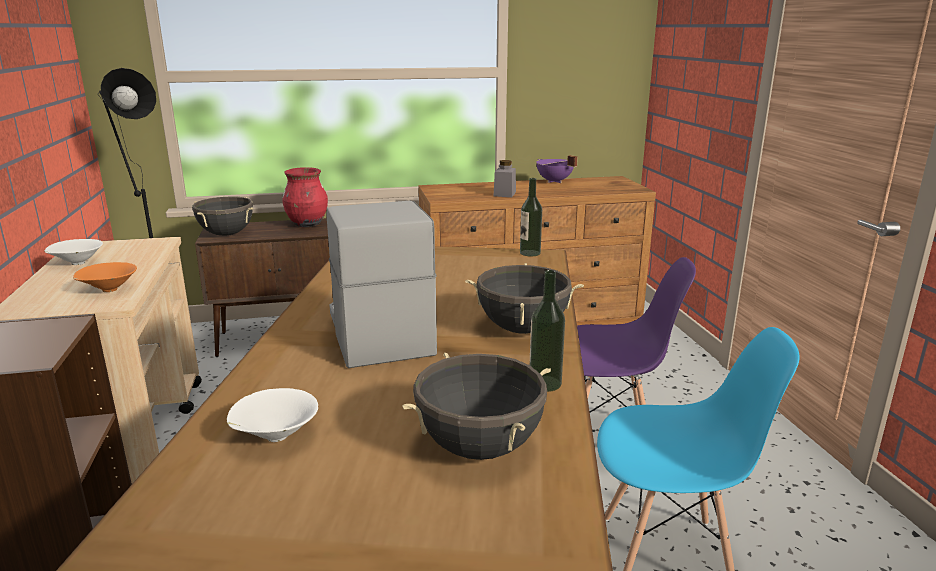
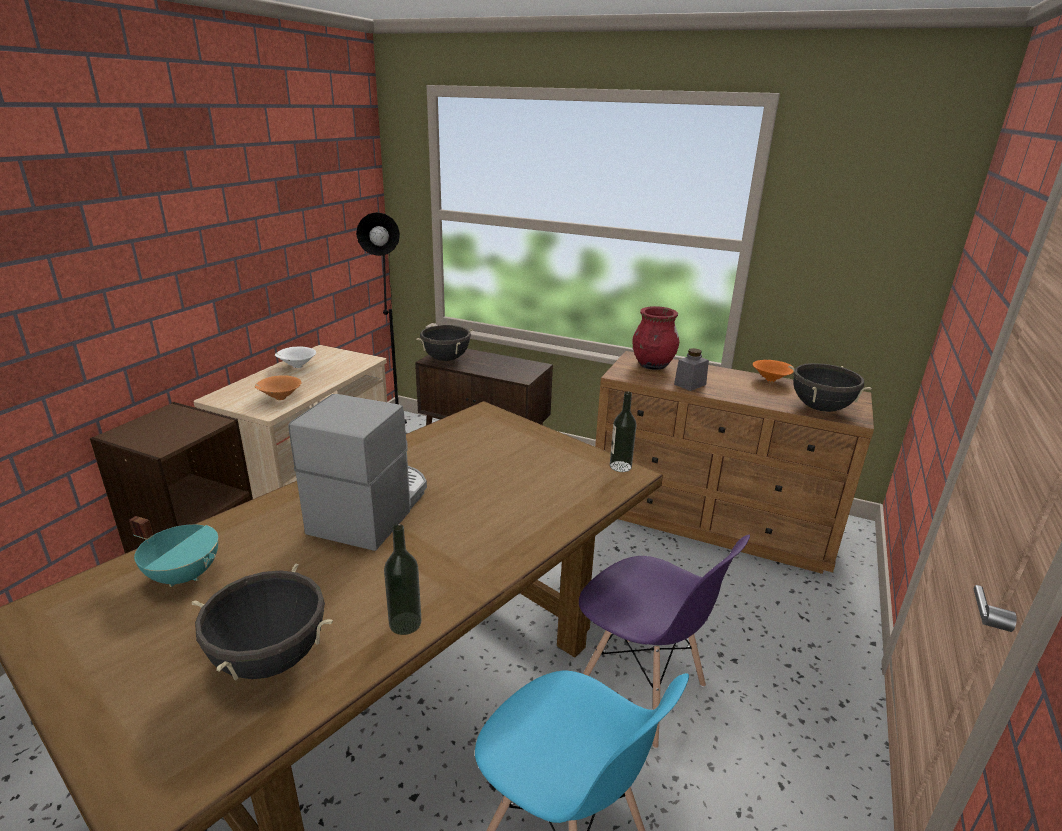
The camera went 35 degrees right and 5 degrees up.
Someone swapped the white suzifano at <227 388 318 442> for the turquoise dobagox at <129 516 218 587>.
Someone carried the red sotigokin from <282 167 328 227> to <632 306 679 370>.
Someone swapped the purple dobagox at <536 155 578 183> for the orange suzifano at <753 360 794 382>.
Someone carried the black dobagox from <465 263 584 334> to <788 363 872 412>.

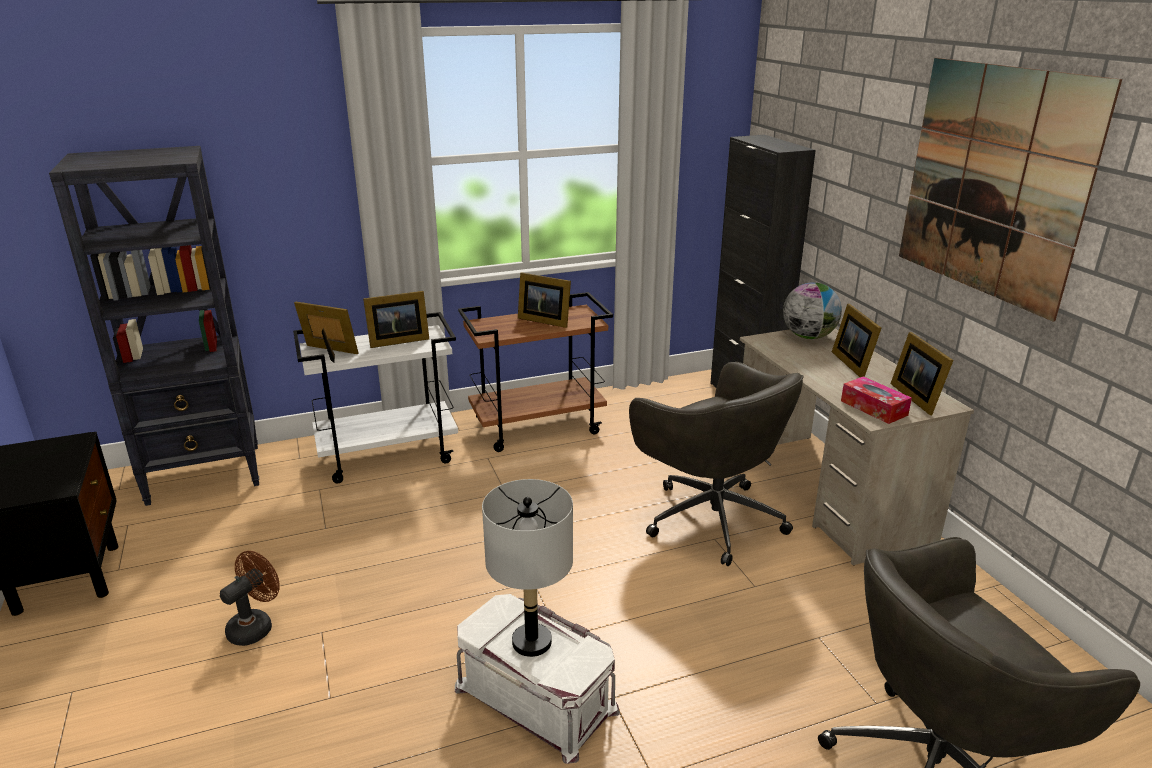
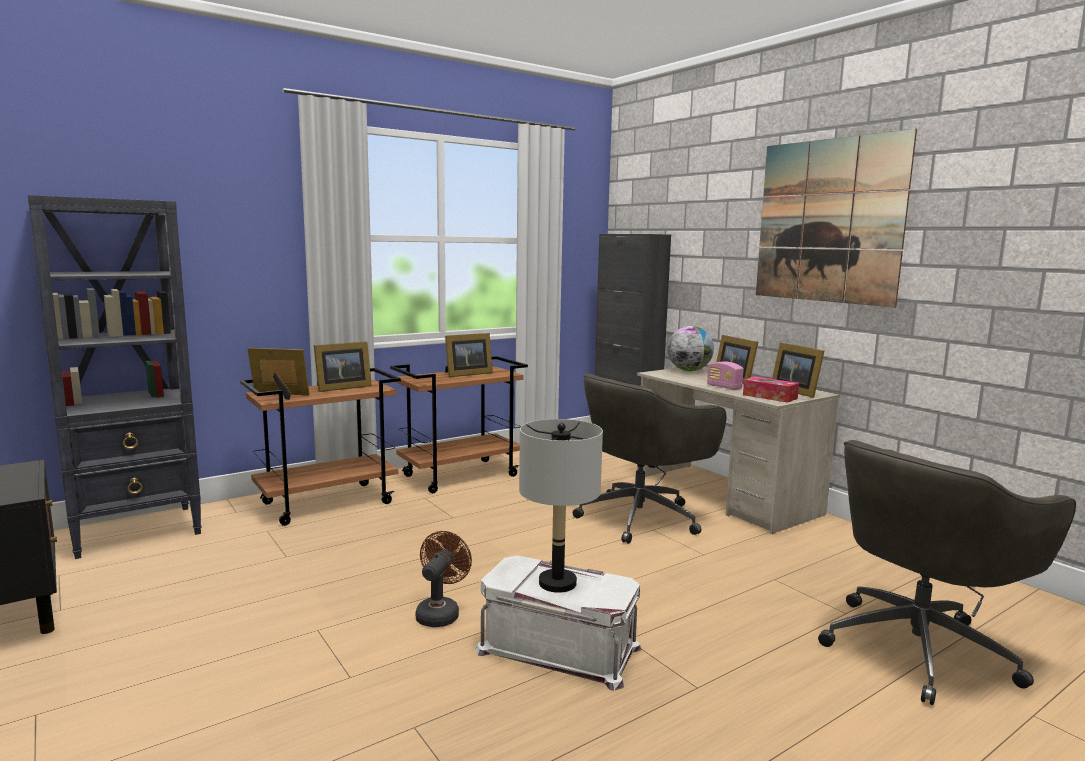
The camera went 15 degrees left and 15 degrees down.
Someone repainted the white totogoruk at <293 312 458 484>, which became the brown totogoruk at <240 368 401 526>.
Someone carried the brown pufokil from <220 551 280 646> to <416 531 472 627>.
Someone rotated the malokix at <518 272 571 328> by 45 degrees counterclockwise.
Someone rotated the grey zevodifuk at <629 362 803 566> by 105 degrees clockwise.
Someone put down the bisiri at <707 361 744 390>.

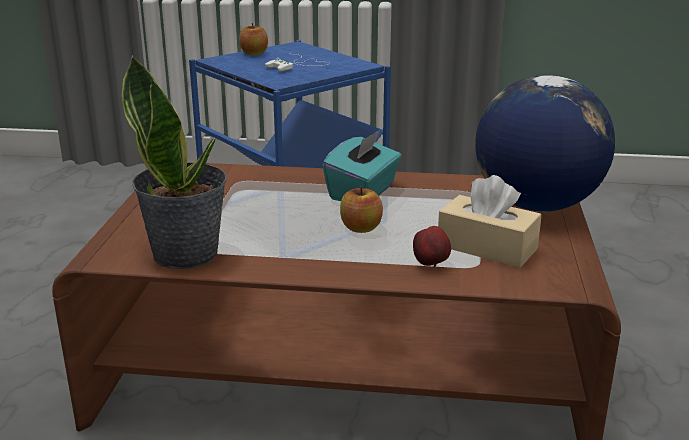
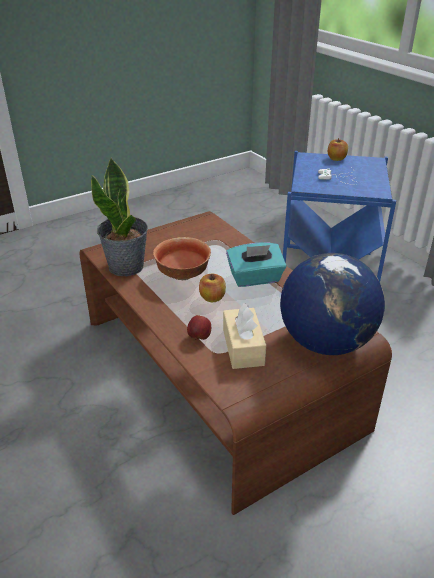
The camera went 50 degrees right and 10 degrees up.
Someone put down the suzifano at <153 237 211 280>.

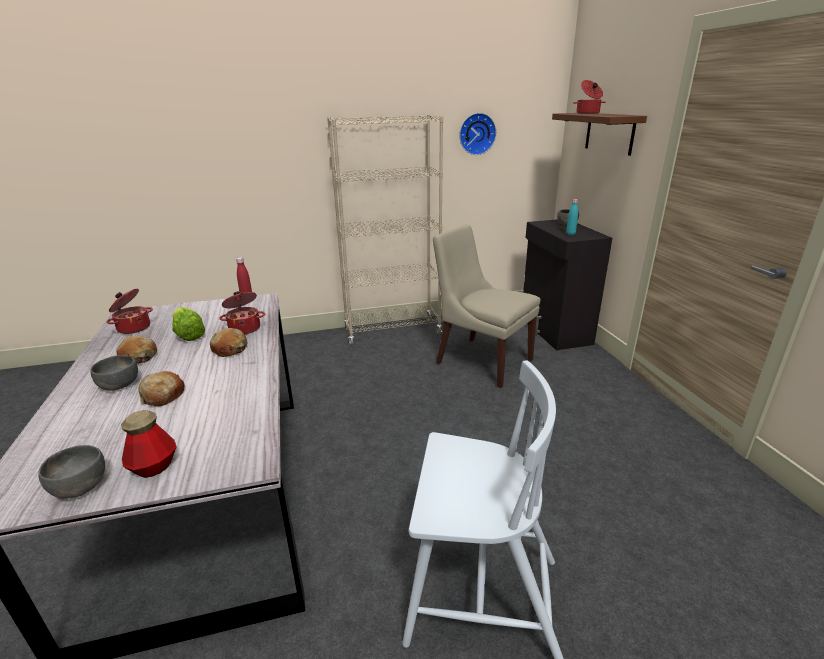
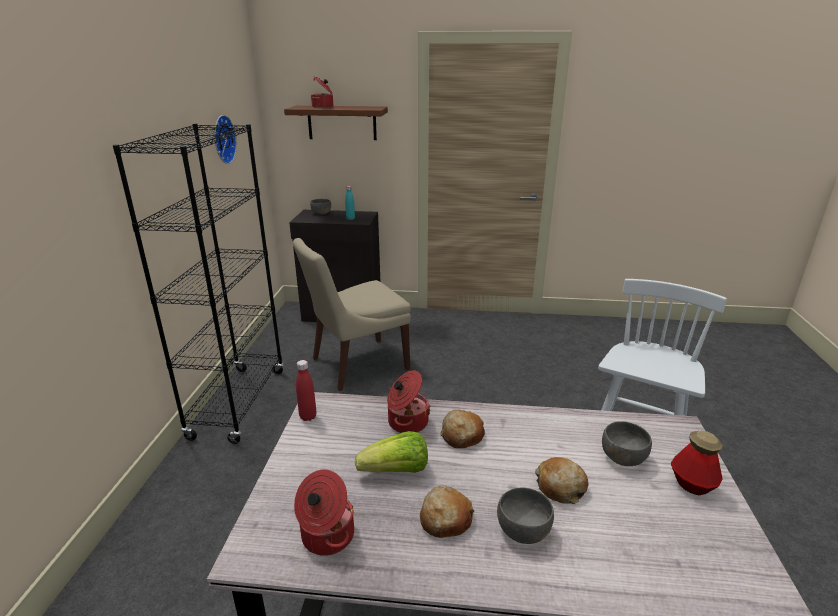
The camera went 70 degrees left and 0 degrees up.
Someone repainted the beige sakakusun at <327 115 443 345>, which became the black sakakusun at <113 123 284 444>.
Someone carried the grey suzifano from <38 445 105 499> to <602 421 652 466>.

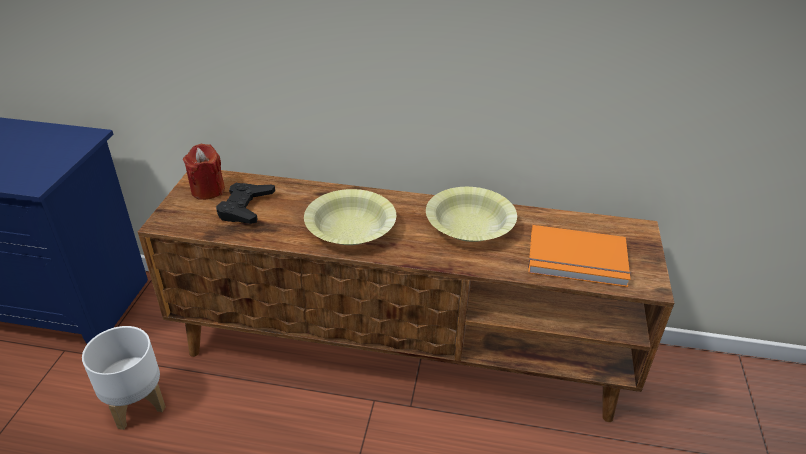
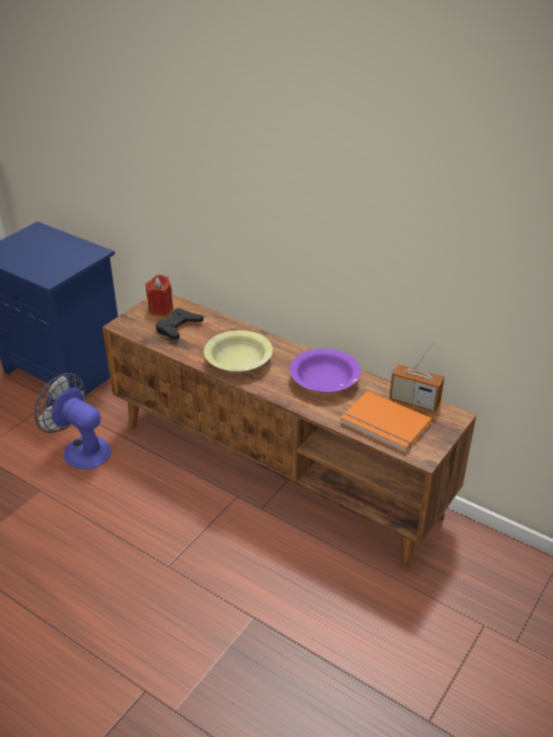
The camera went 25 degrees right and 0 degrees up.
Someone swapped the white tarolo at <82 326 166 430> for the pufokil at <35 373 112 469>.
Someone repainted the yellow suzifano at <426 187 517 242>, which became the purple suzifano at <290 349 361 393>.
Someone put down the bisiri at <389 341 444 412>.

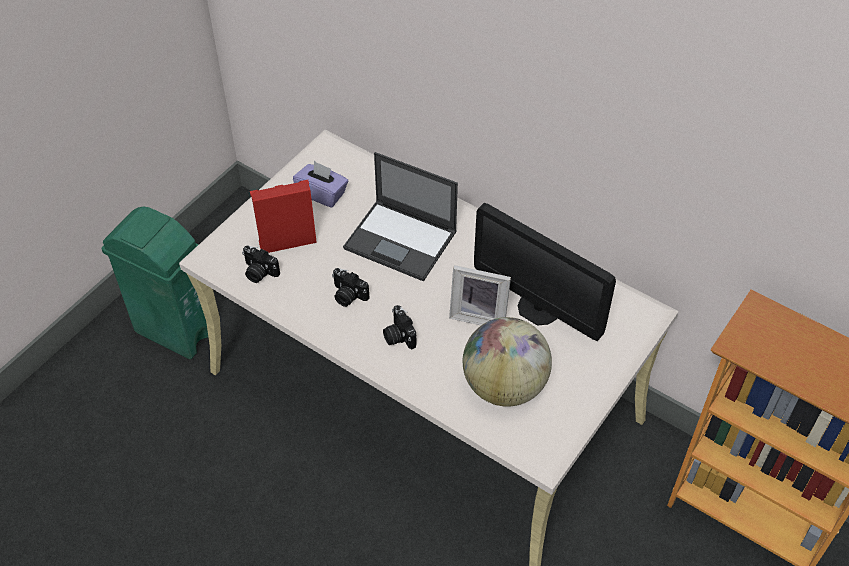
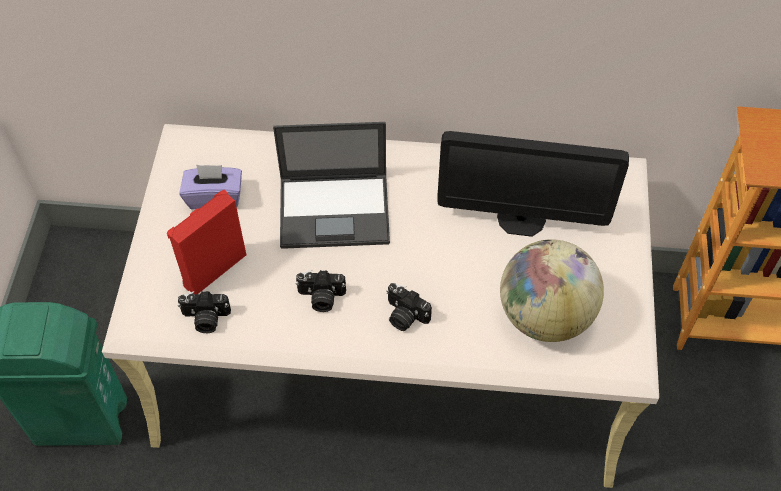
The camera went 30 degrees left and 5 degrees up.
Someone took away the malokix at <449 265 511 325>.

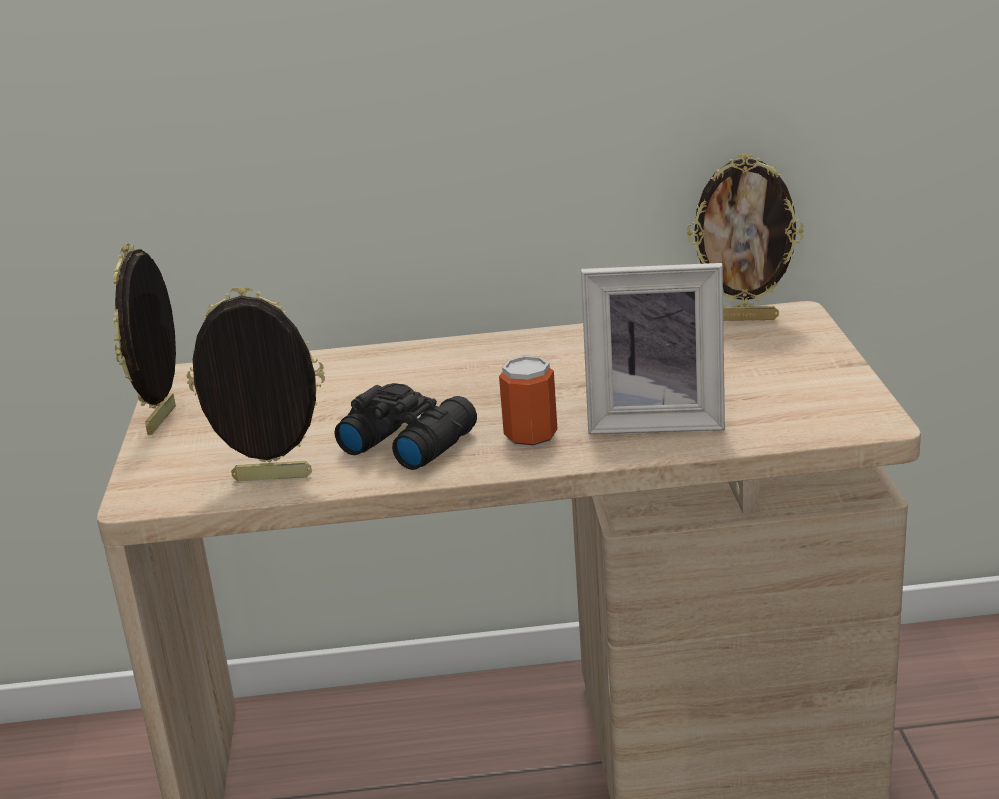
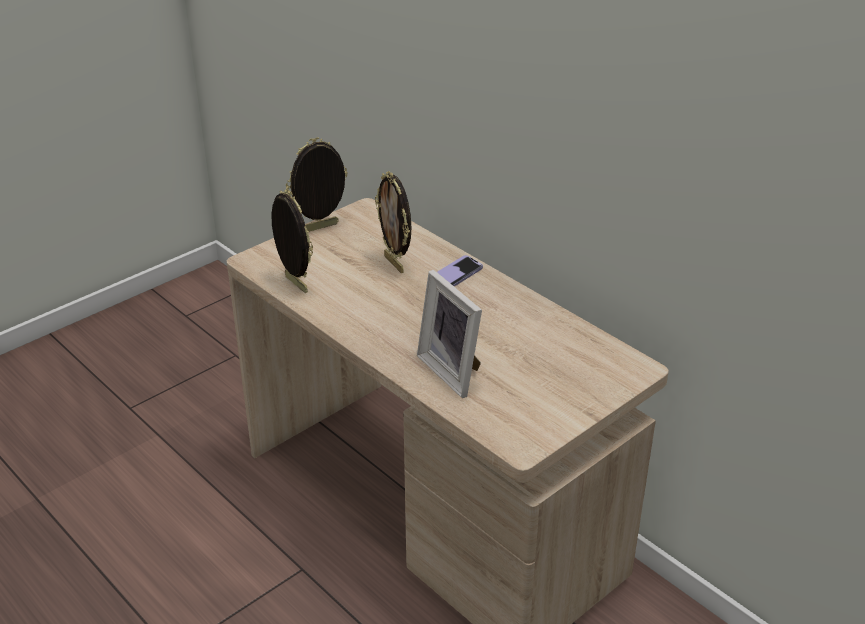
The camera went 50 degrees right and 10 degrees up.
Someone carried the malokix from <687 153 804 321> to <375 171 411 273>.
Someone put down the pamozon at <437 255 483 287>.
Someone took away the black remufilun at <335 383 477 470>.
Someone took away the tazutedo at <499 355 557 448>.

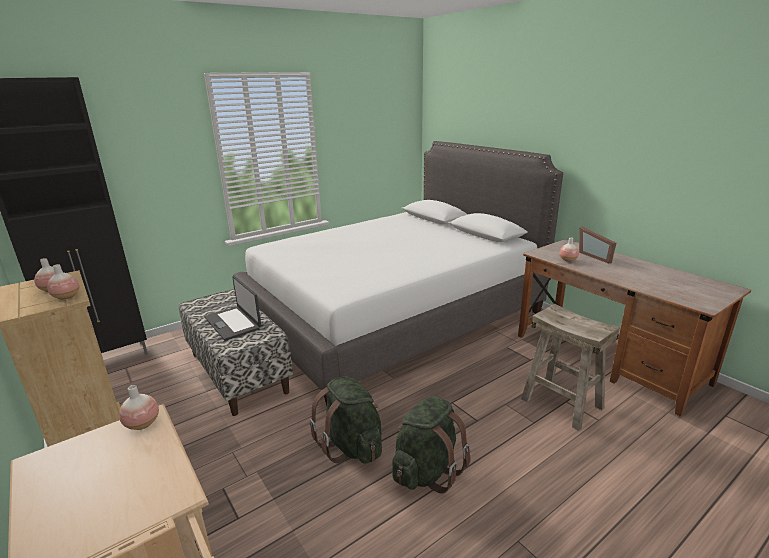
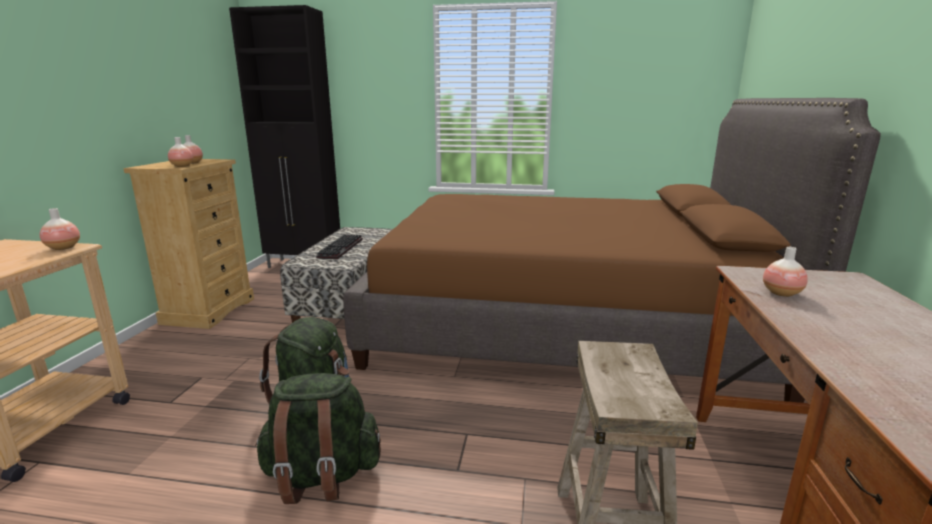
The camera went 45 degrees right and 5 degrees down.
Someone swapped the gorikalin at <205 276 261 341> for the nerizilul at <316 234 363 259>.
Someone repainted the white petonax at <233 141 563 406>, which became the brown petonax at <343 98 881 403>.
Someone took away the malokix at <579 227 616 264>.

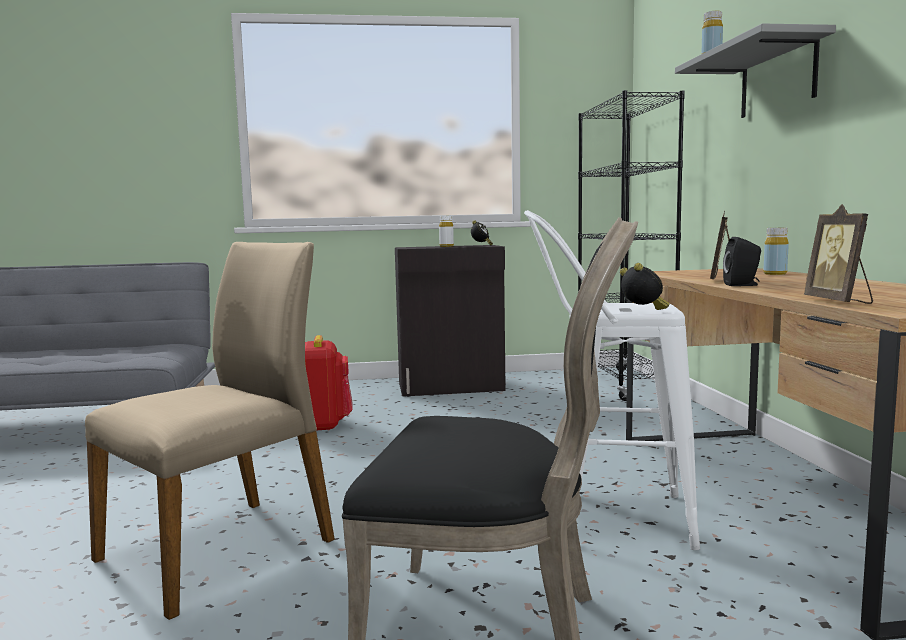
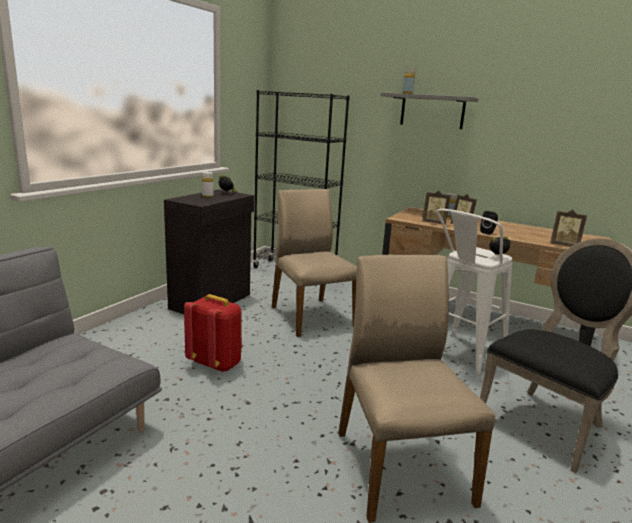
The camera went 55 degrees left and 10 degrees up.
Someone put down the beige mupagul at <272 189 357 337>.
Someone put down the malokix at <422 191 451 225>.

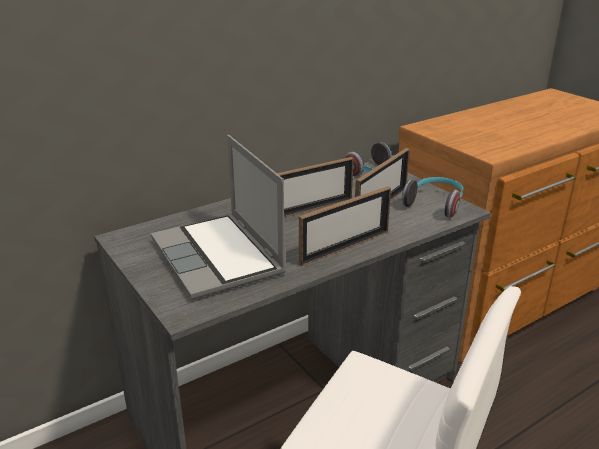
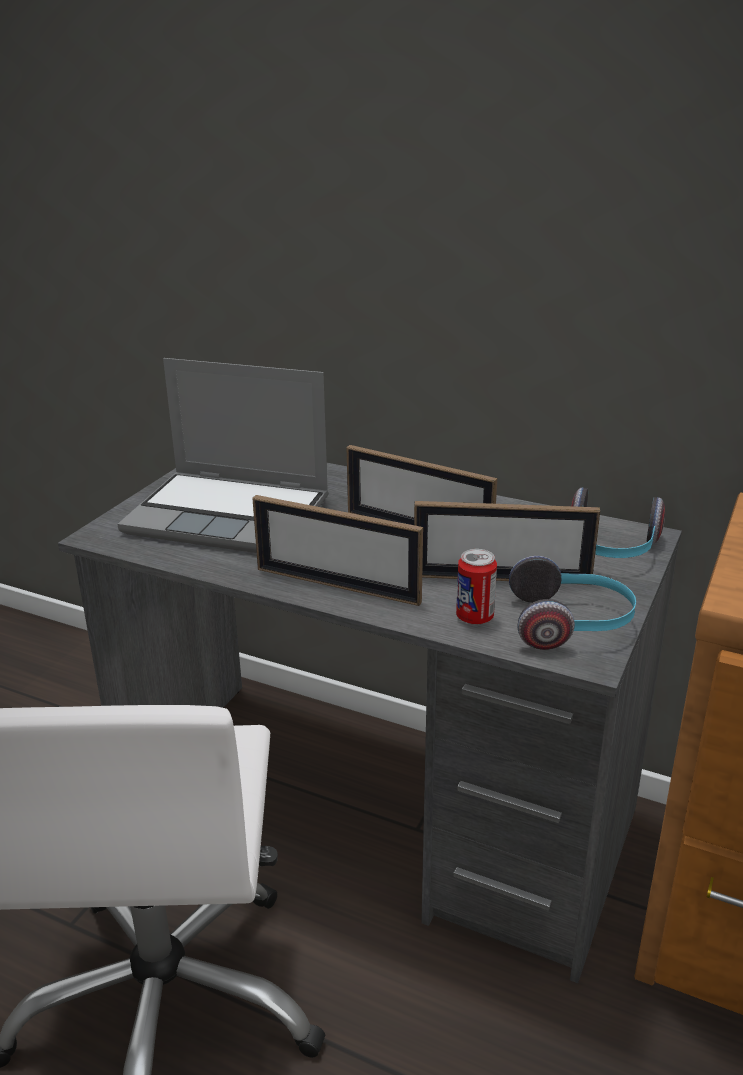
The camera went 60 degrees right and 0 degrees up.
Someone rotated the gorikalin at <151 135 286 299> by 105 degrees counterclockwise.
Someone put down the tazutedo at <456 549 497 625>.

